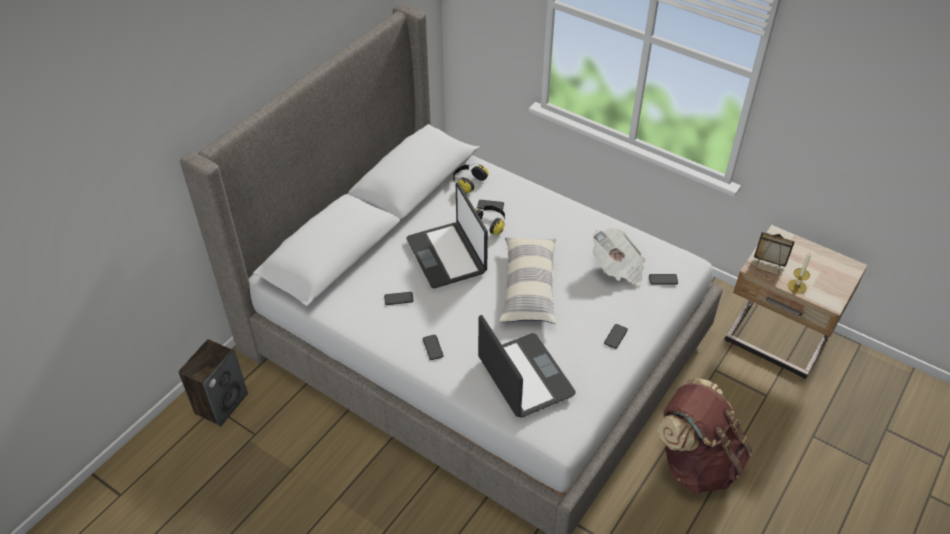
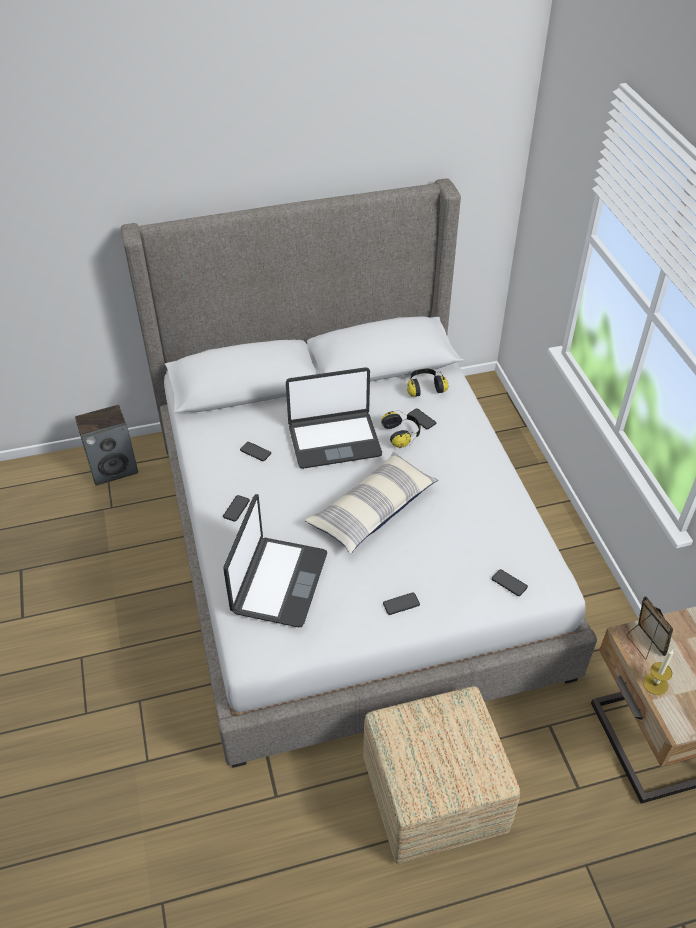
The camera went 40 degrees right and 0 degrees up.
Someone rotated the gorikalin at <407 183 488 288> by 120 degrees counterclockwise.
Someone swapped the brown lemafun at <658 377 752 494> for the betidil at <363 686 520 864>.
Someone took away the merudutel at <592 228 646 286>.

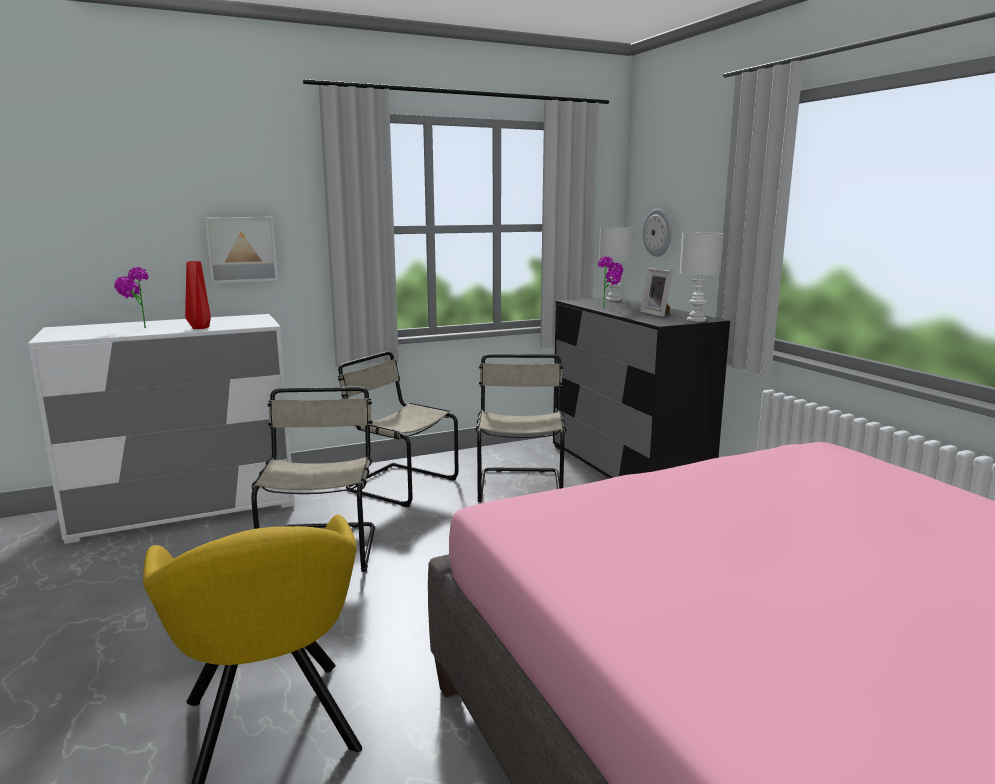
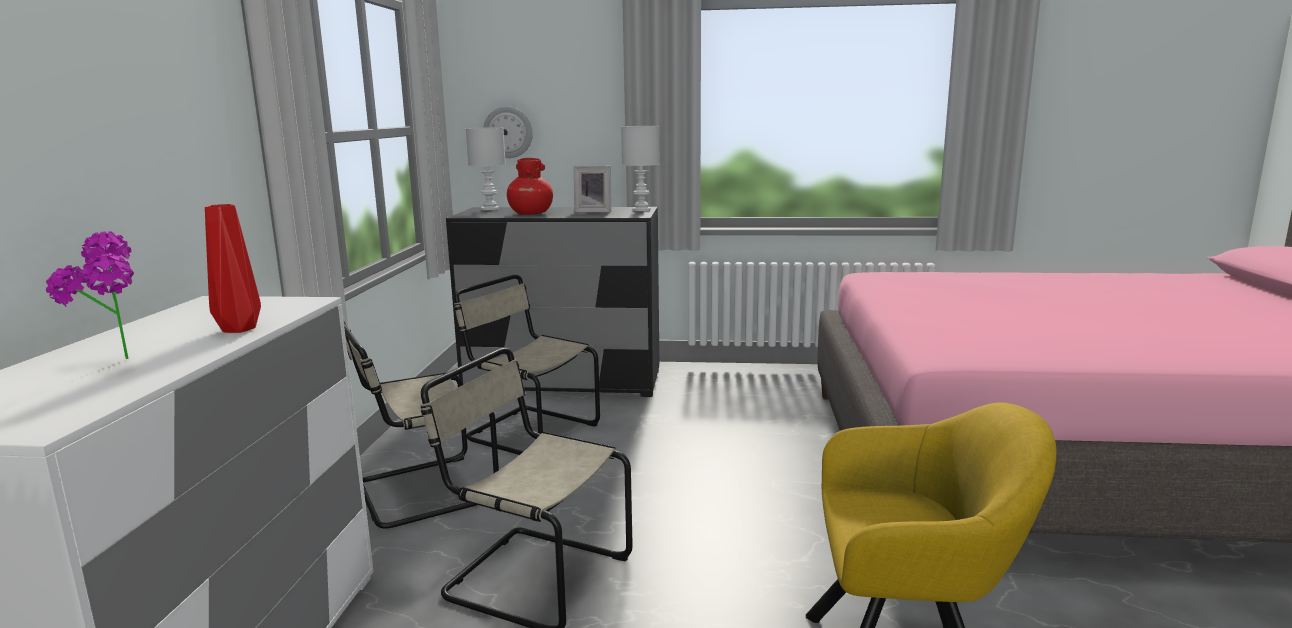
The camera went 60 degrees left and 0 degrees up.
Someone swapped the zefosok at <598 257 623 307> for the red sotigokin at <507 158 553 215>.
Someone took away the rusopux at <204 217 278 283>.

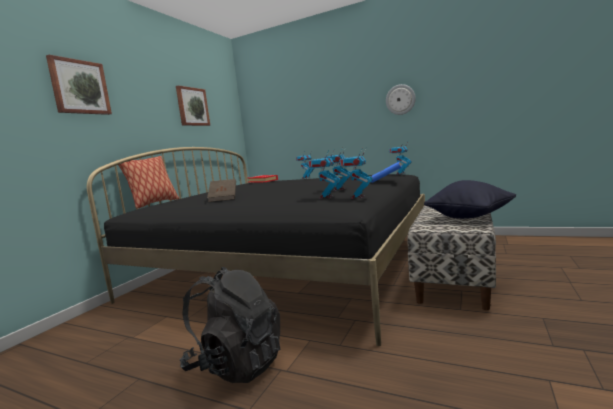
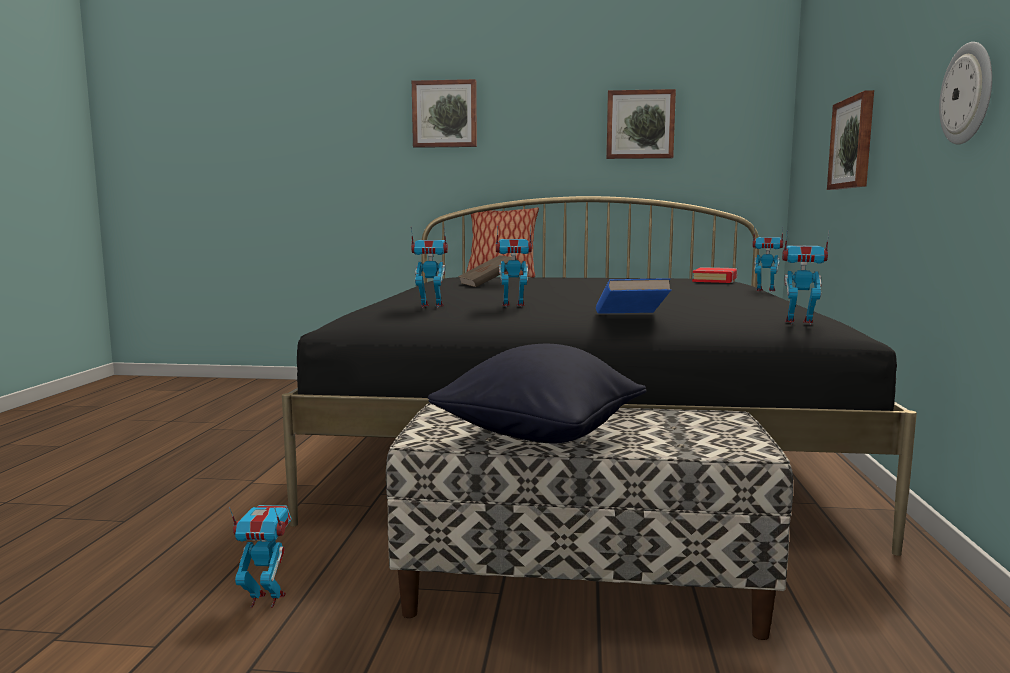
The camera went 70 degrees right and 0 degrees up.
Someone carried the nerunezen from <339 148 373 199> to <229 505 292 608>.
Someone put up the rusopux at <827 90 874 190>.
Someone took away the black lemafun at <180 267 280 383>.

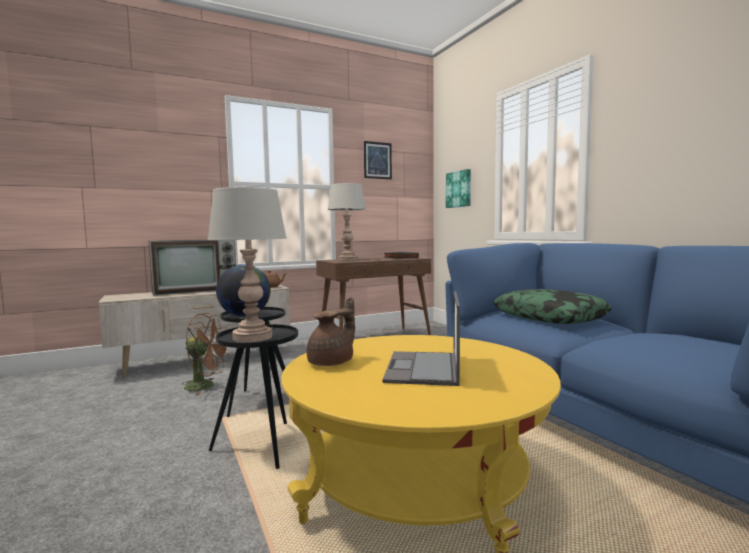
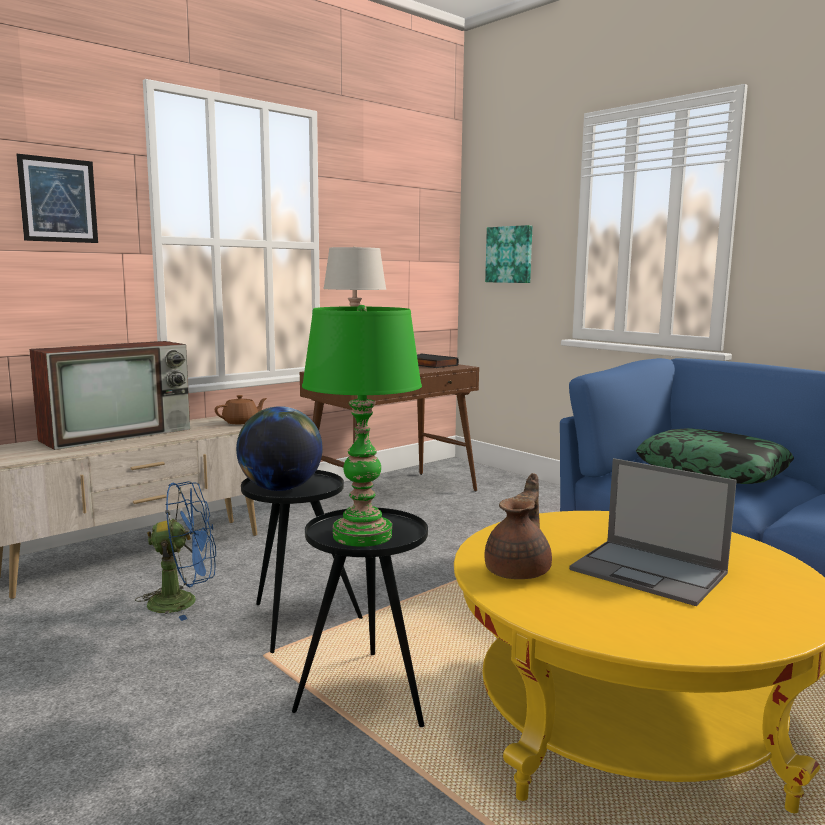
The camera went 15 degrees left and 5 degrees up.
Someone carried the rusopux from <364 141 392 179> to <16 154 98 243>.
Someone repainted the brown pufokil at <183 313 229 396>, which became the blue pufokil at <135 481 216 621>.
Someone repainted the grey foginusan at <208 187 287 343>, which became the green foginusan at <302 305 422 547>.
Someone rotated the gorikalin at <383 291 460 386> by 45 degrees counterclockwise.

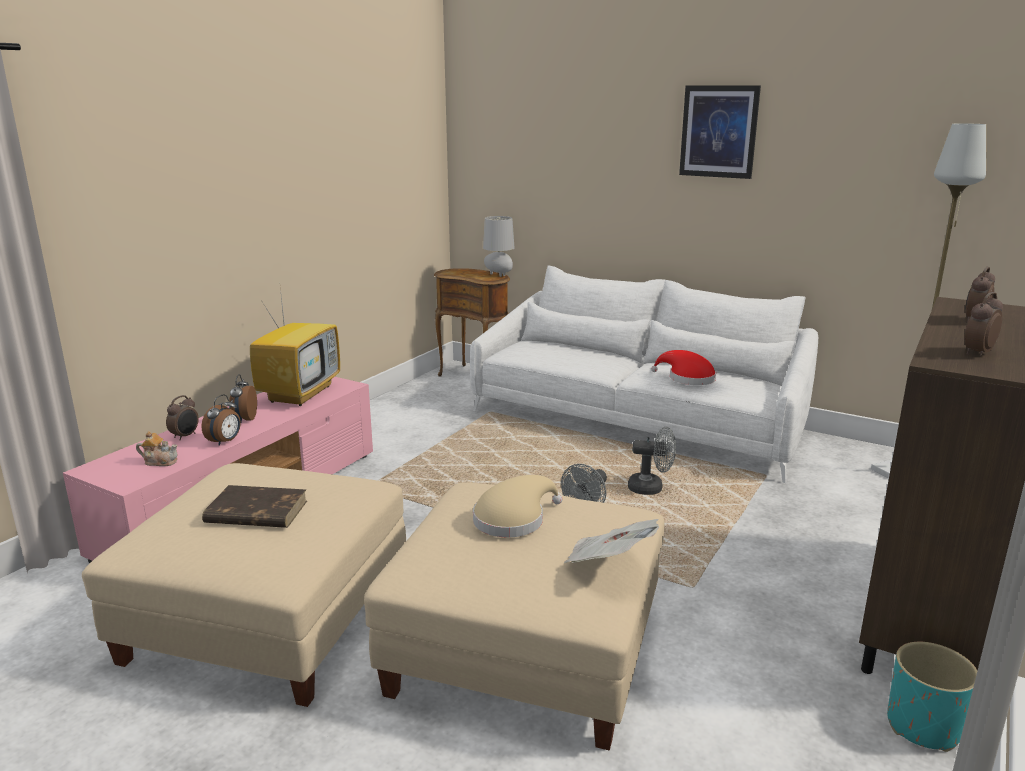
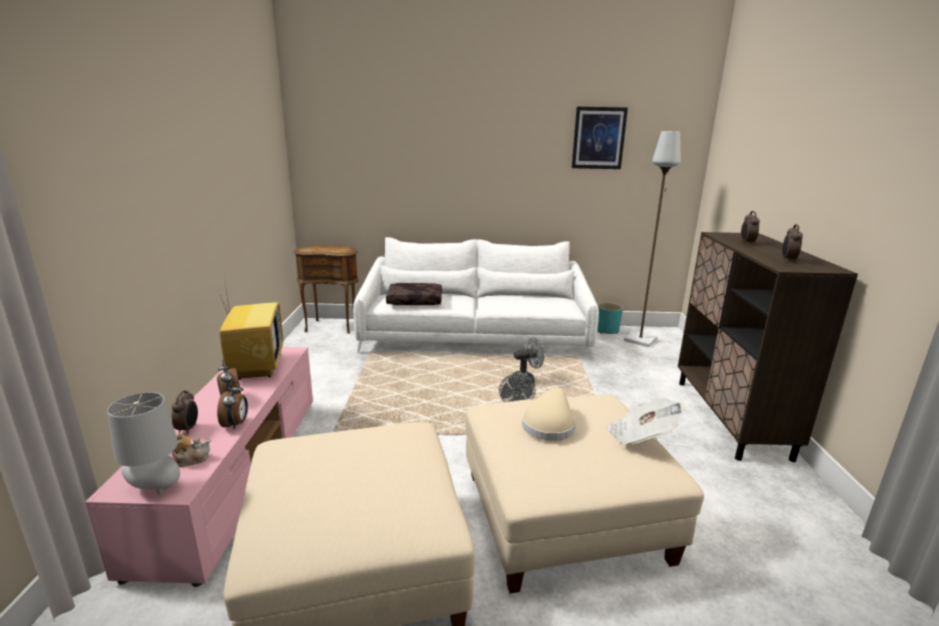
The camera went 30 degrees left and 0 degrees up.
Someone carried the grey foginusan from <483 216 514 277> to <107 392 180 495>.
Someone put down the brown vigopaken at <386 283 442 305>.
Someone carried the rusopux from <679 85 761 179> to <572 107 628 169>.
Someone carried the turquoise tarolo from <887 642 977 752> to <597 302 623 334>.
Someone took away the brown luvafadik at <202 485 307 528>.
Someone took away the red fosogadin at <651 350 716 385>.

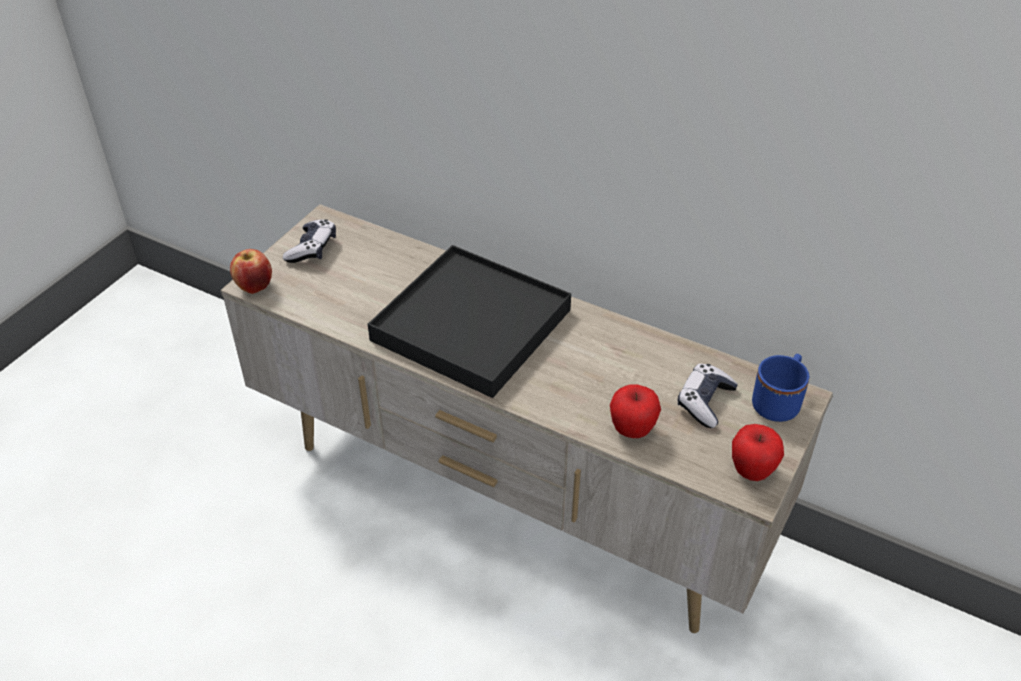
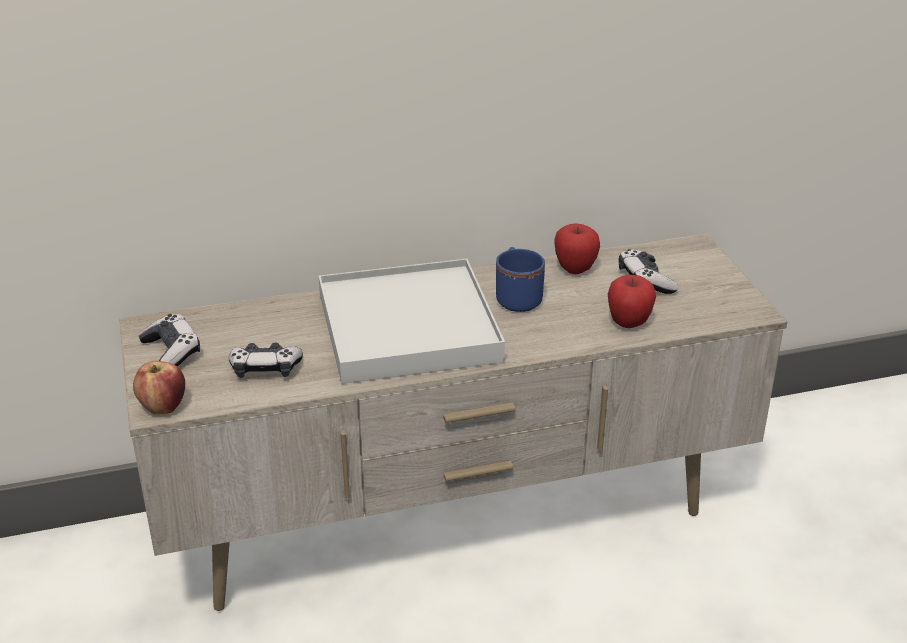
The camera went 45 degrees left and 10 degrees down.
Someone put down the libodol at <229 343 303 378>.
Someone repainted the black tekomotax at <368 245 571 398>, which became the white tekomotax at <319 259 505 384>.
Someone carried the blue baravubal from <752 354 809 422> to <496 247 545 312>.
Someone carried the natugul from <732 424 784 481> to <554 223 600 274>.

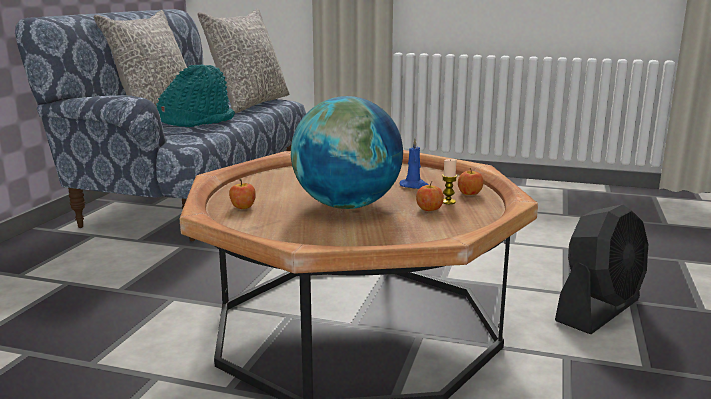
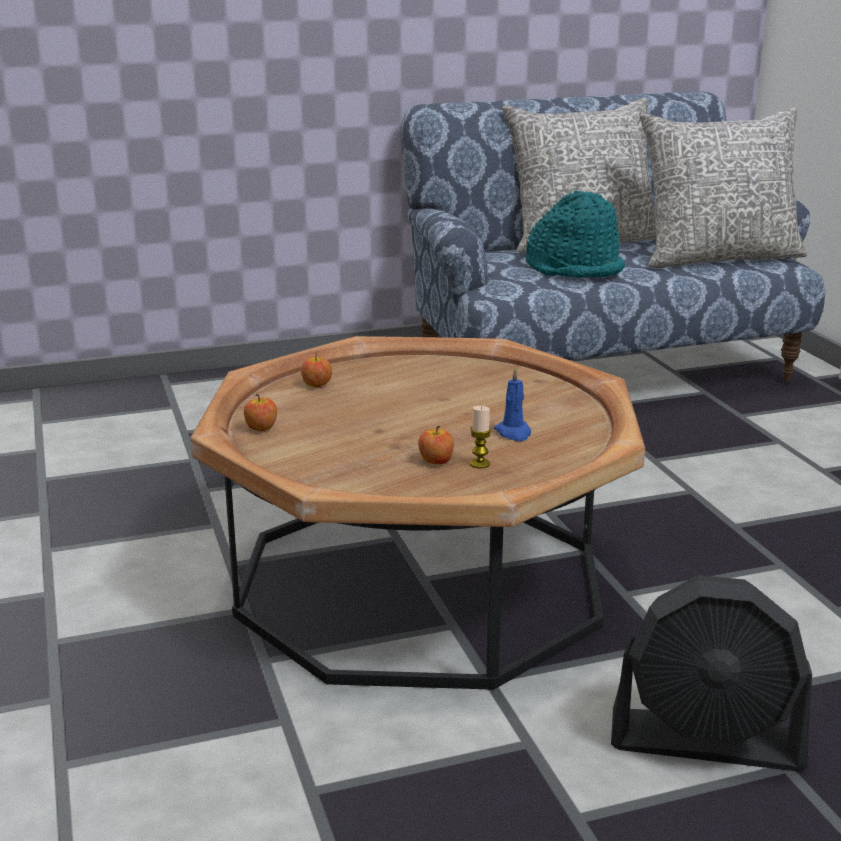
The camera went 55 degrees right and 5 degrees up.
Someone carried the natugul from <458 168 484 195> to <244 394 277 431>.
Someone took away the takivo at <291 96 403 209>.

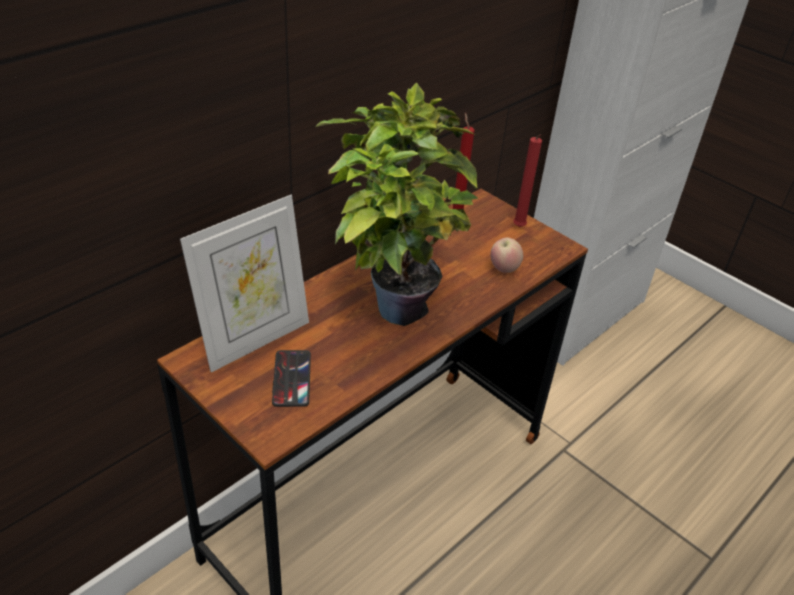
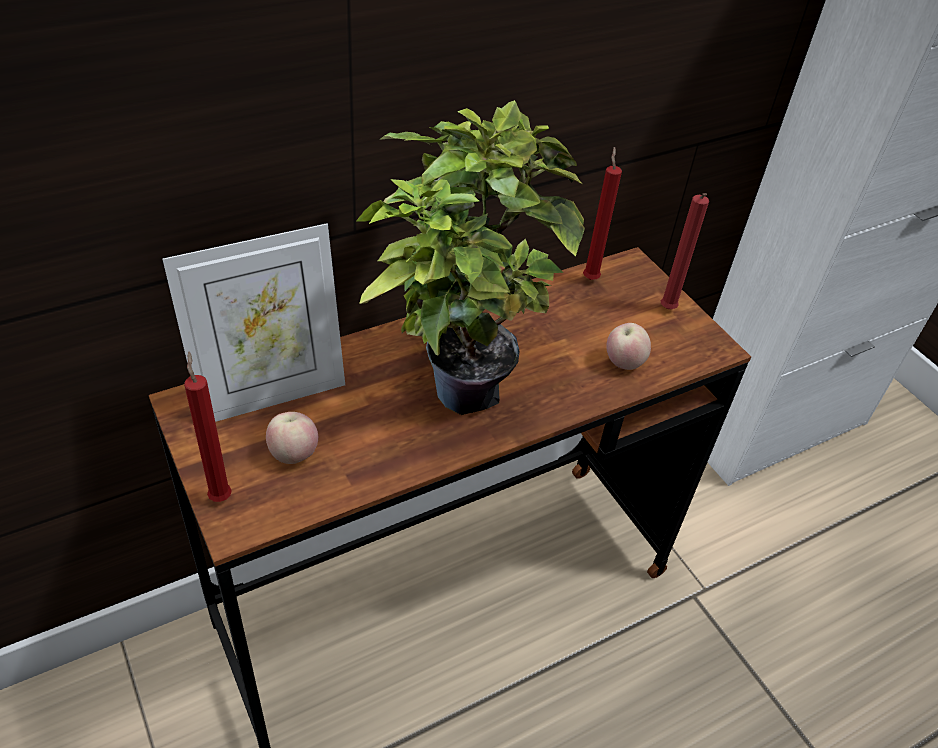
The camera went 15 degrees right and 5 degrees up.
Someone put down the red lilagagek at <184 352 232 502>.
Someone swapped the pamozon at <272 350 311 407> for the natugul at <266 412 318 464>.

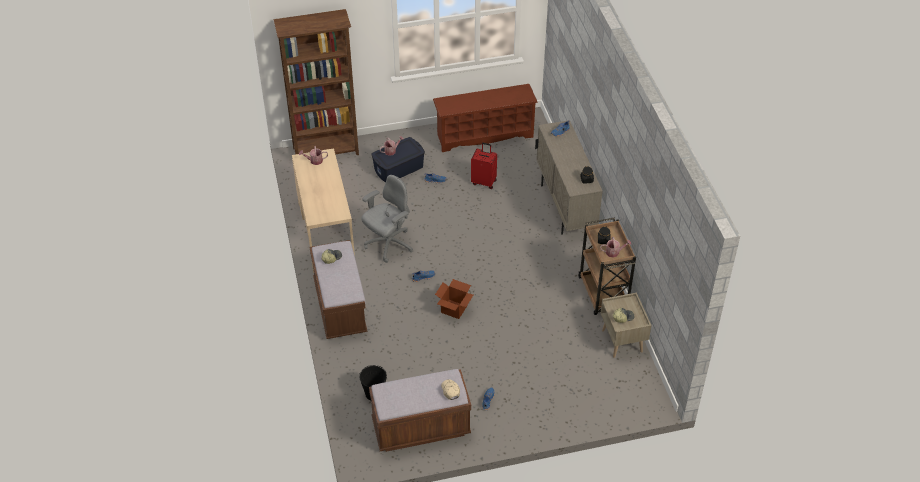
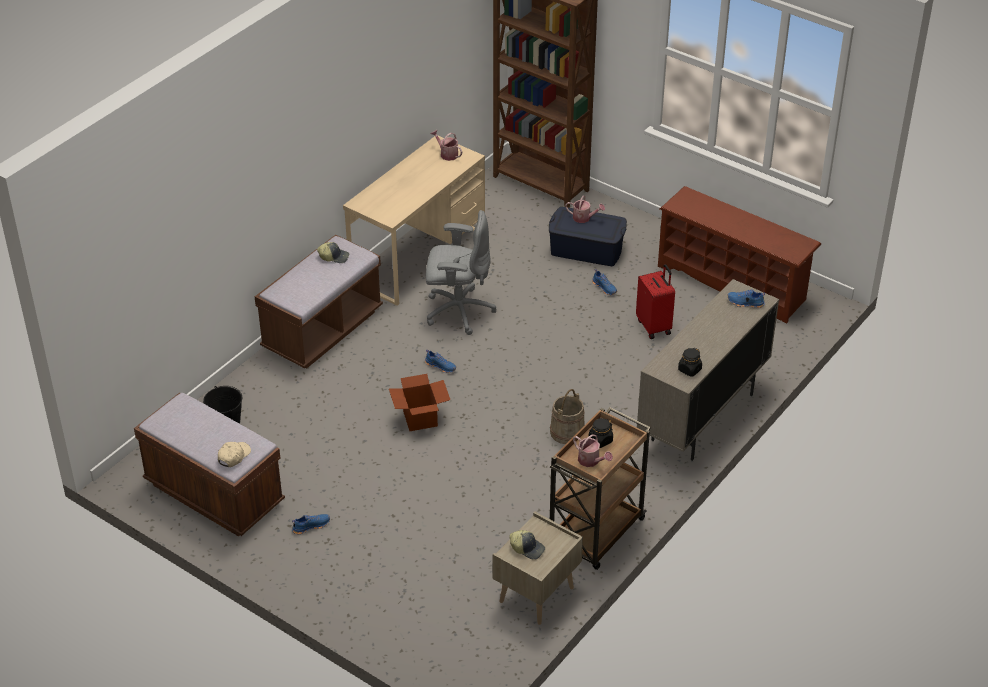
The camera went 50 degrees right and 5 degrees down.
Someone put down the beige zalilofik at <550 389 585 444>.

